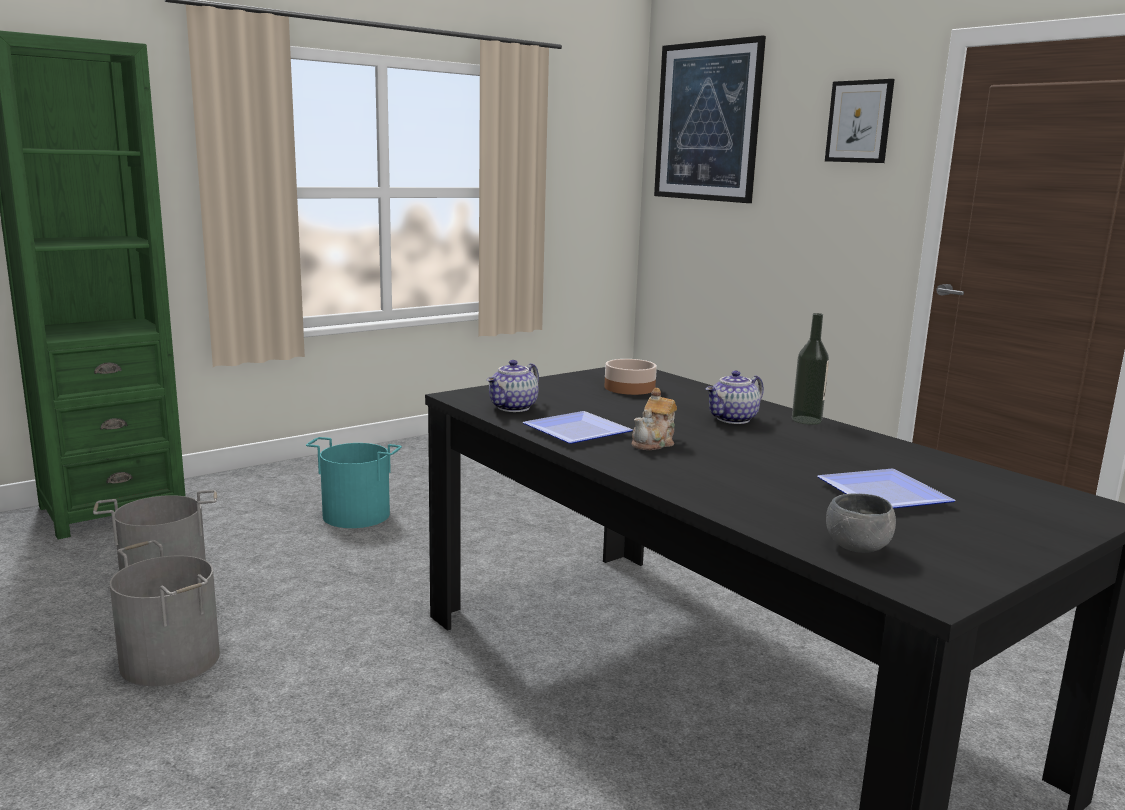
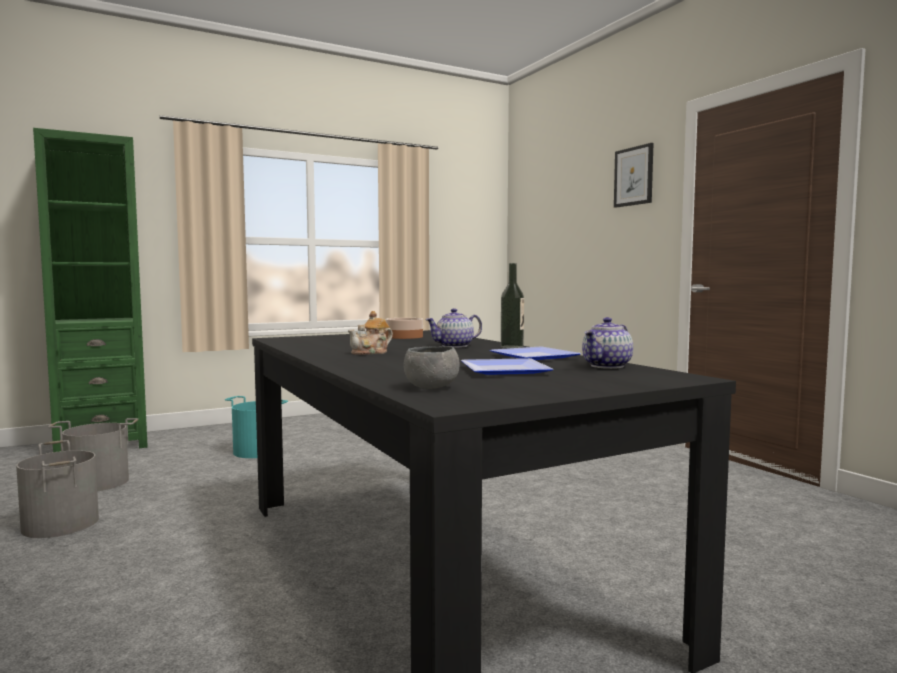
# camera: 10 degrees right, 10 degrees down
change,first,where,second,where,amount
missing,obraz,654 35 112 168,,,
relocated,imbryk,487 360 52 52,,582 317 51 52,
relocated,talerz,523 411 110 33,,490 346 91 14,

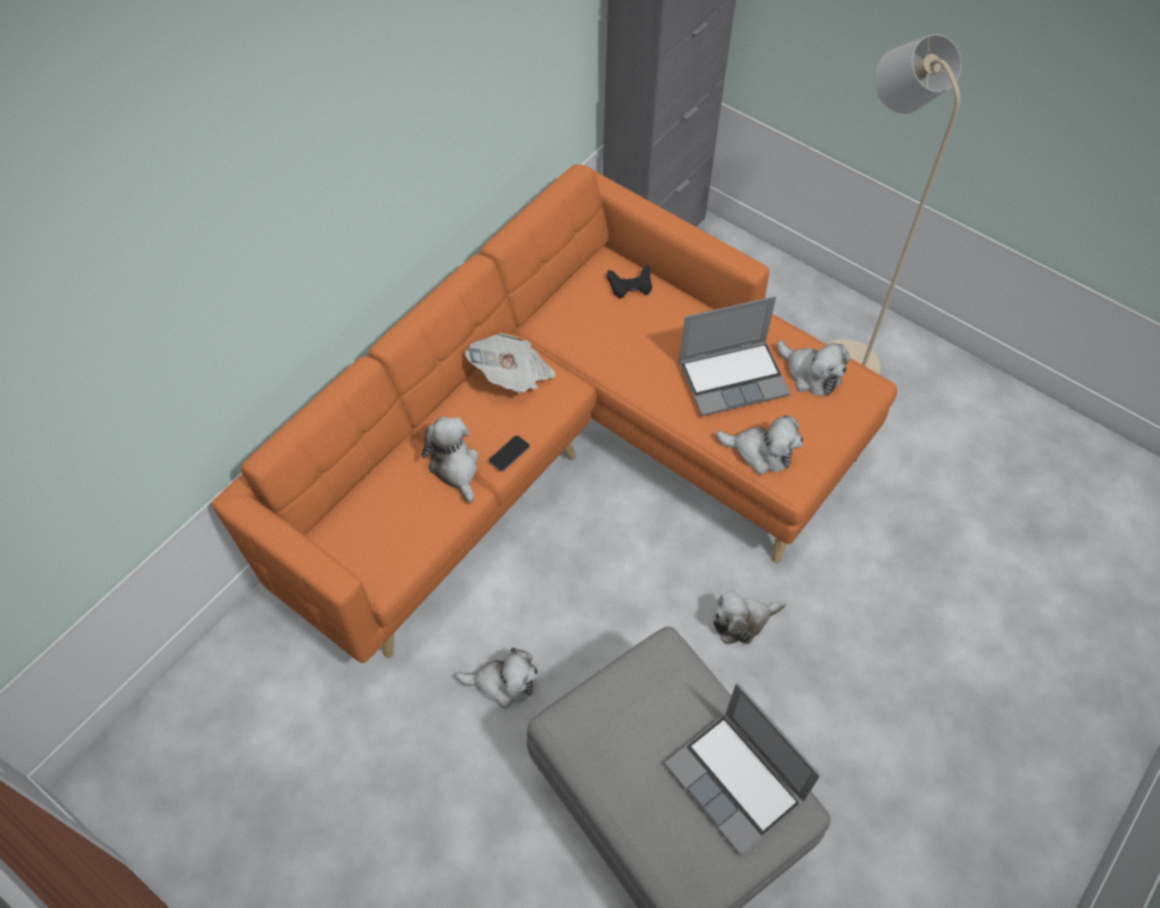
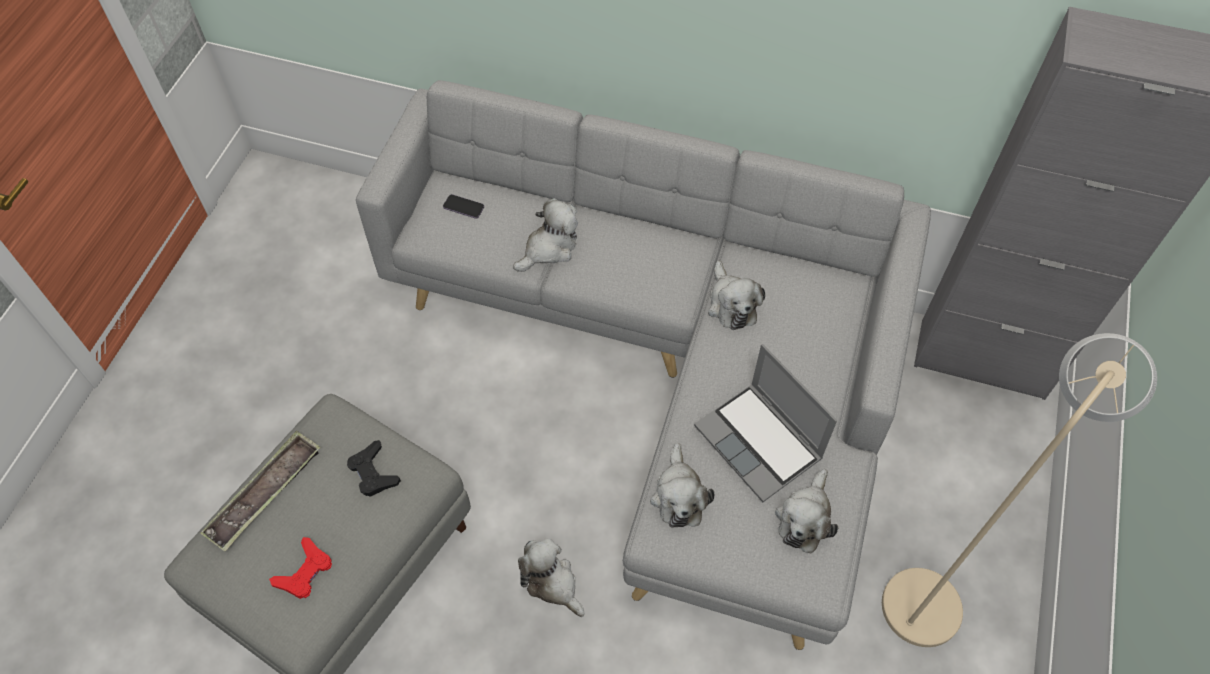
# camera: 70 degrees right, 0 degrees up
change,first,where,second,where,amount
missing,gazeta,464 333 92 60,,,
appeared,,,taca,200 431 120 121,
relocated,pluszak,455 648 83 61,,708 261 57 69,
relocated,telefon,489 435 41 36,,443 194 41 25,
relocated,pad do gier (czarny),606 265 46 34,,347 440 54 57,
exchanged,laptop,664 683 157 173,pad do gier (czerwony),269 537 63 62,
colour,kanapa (pomarańczowy),212 164 685 499,kanapa (szary),356 80 575 570,

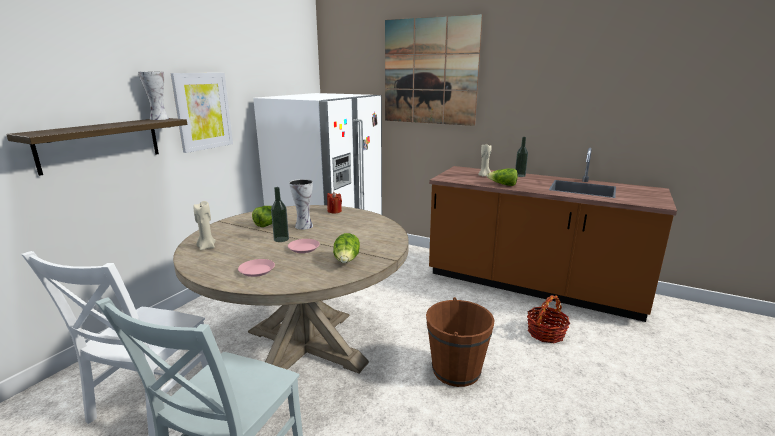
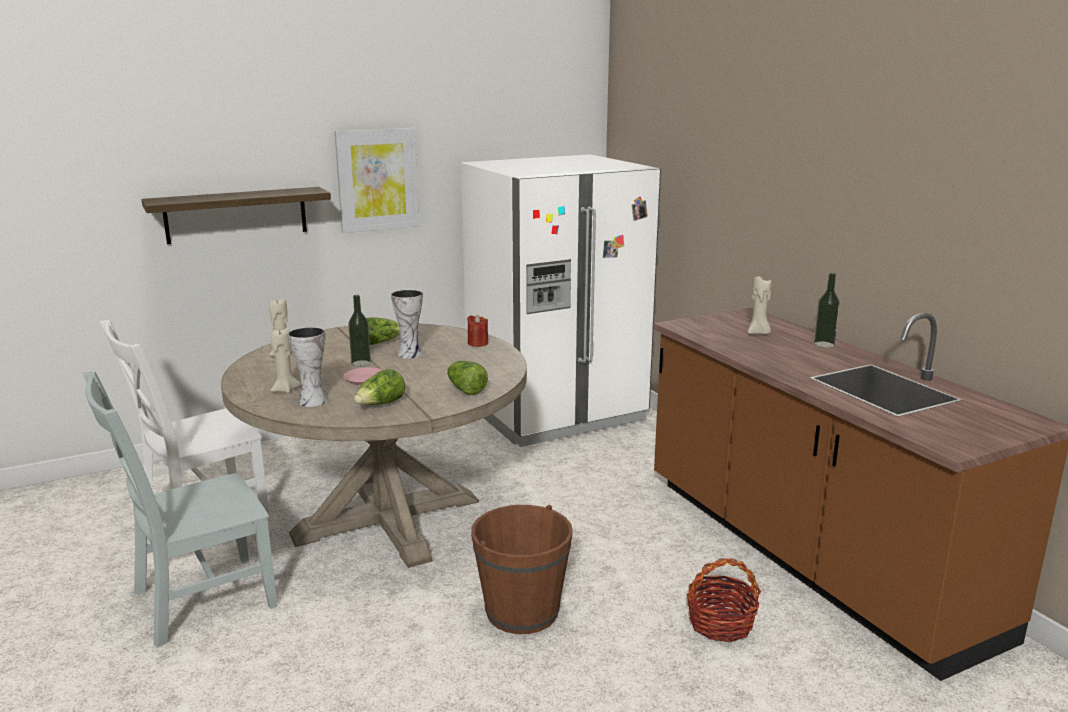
# camera: 35 degrees right, 0 degrees up
change,first,where,second,where,amount
missing,obraz,385 14 97 112,,,
relocated,wazon,138 72 31 48,,288 327 39 80,
relocated,sałata,487 168 31 18,,447 361 41 34,
exchanged,talerz (różowy),238 259 37 18,świeca (beżowy),270 328 31 65,

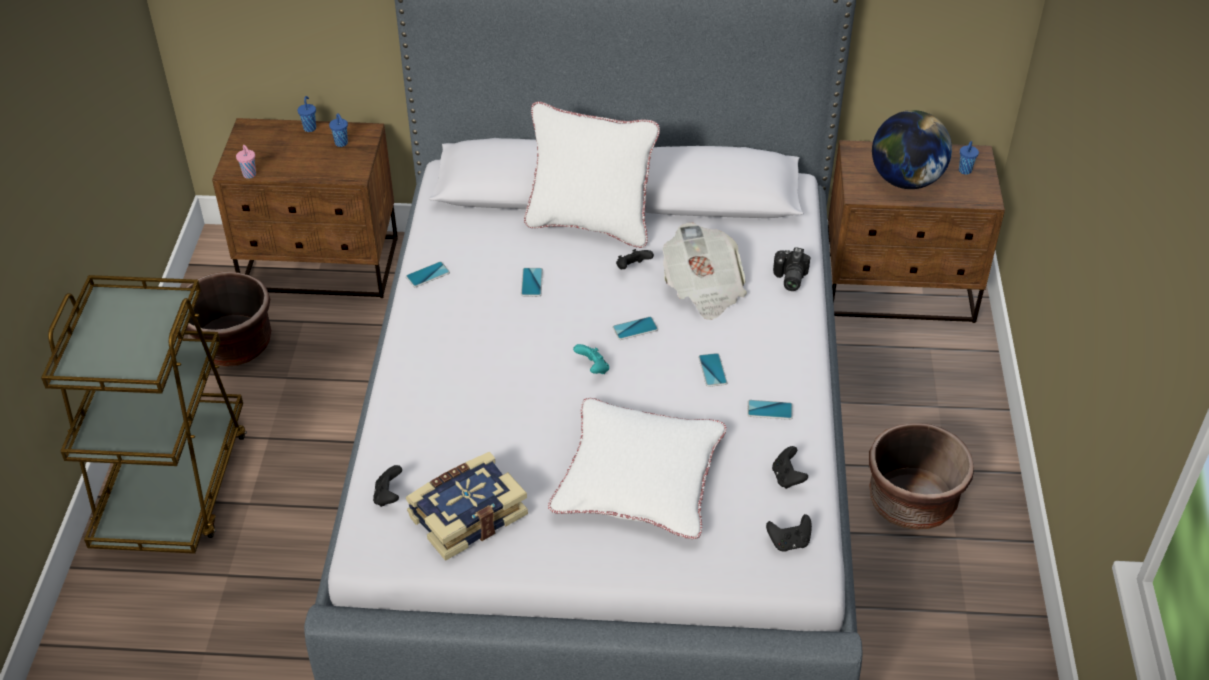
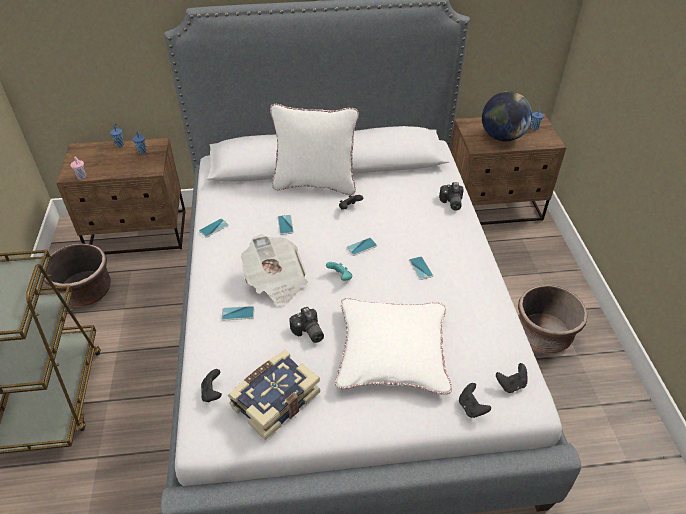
# camera: 10 degrees left, 0 degrees up
change,first,where,second,where,amount
appeared,,,aparat fotograficzny,289 307 35 36,
relocated,gazeta,662 222 85 98,,241 234 67 73,
relocated,telefon,747 400 46 20,,222 306 32 15,
relocated,pad do gier (czarny),772 446 36 43,,459 383 32 35,

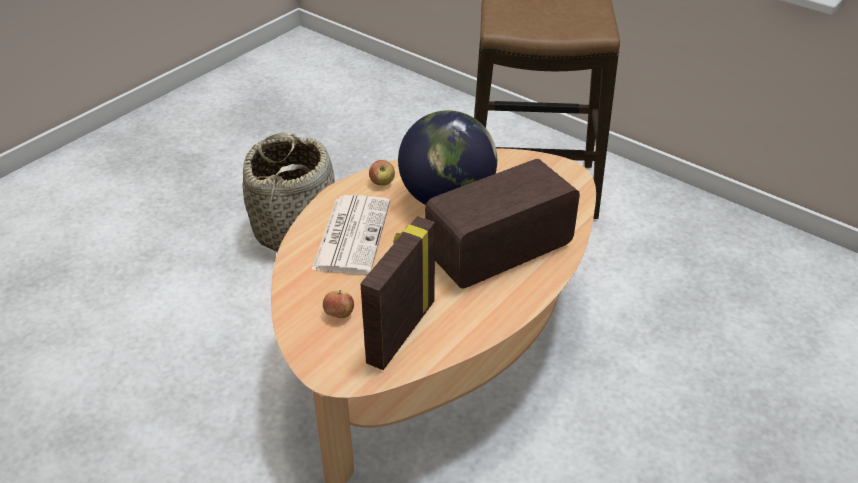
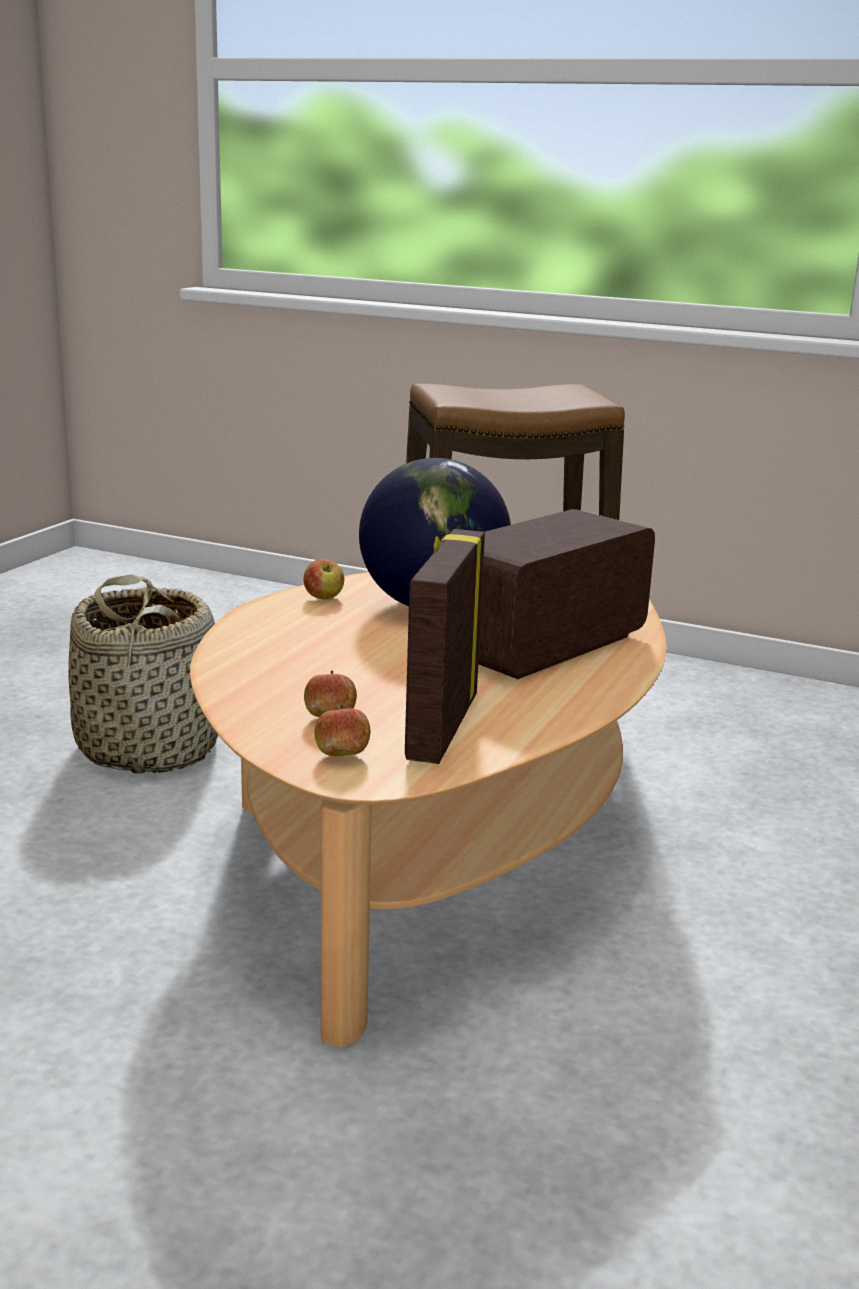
# camera: 15 degrees left, 20 degrees down
change,first,where,second,where,amount
missing,gazeta,311 195 79 79,,,
appeared,,,jabłko,315 705 56 51,

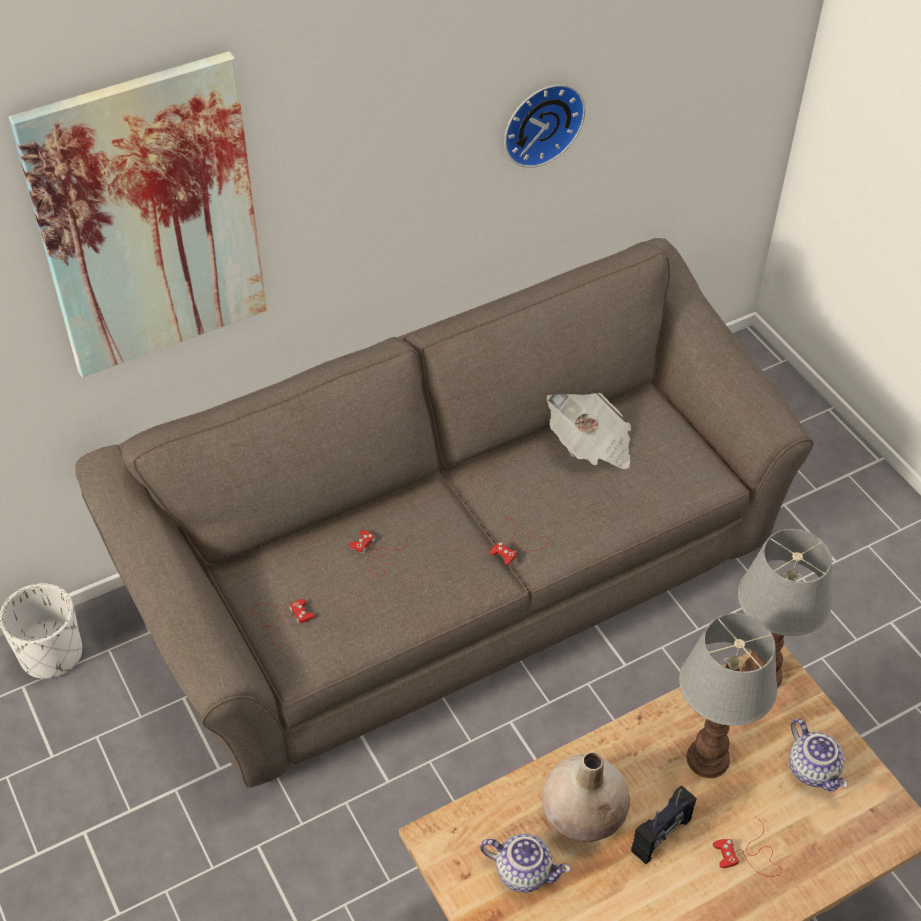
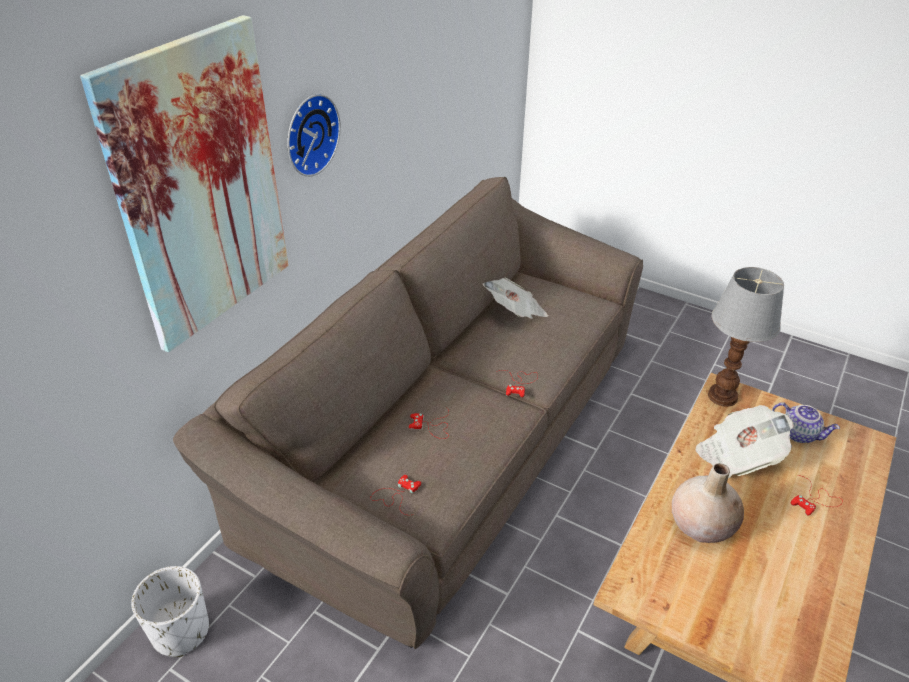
# camera: 30 degrees left, 10 degrees down
change,first,where,second,where,amount
missing,imbryk,480 834 91 59,,,
missing,radio,631 785 66 79,,,
relocated,zegar ścienny,504 84 81 84,,287 94 54 83,
exchanged,lampa stołowa,679 613 98 165,gazeta,696 405 98 73,

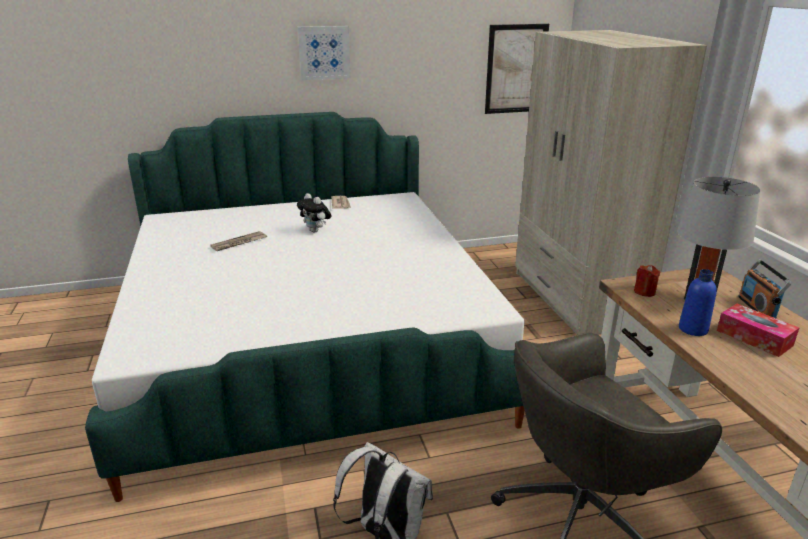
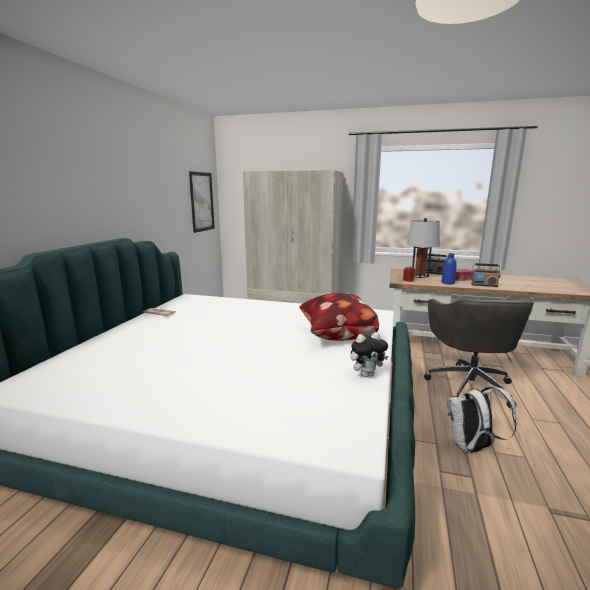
# camera: 60 degrees left, 10 degrees down
change,first,where,second,where,amount
missing,gazeta,210 231 57 20,,,
missing,obraz,298 26 53 54,,,
appeared,,,poduszka,299 293 80 48,
appeared,,,radio,471 263 30 24,
relocated,pluszak,297 193 34 40,,350 332 38 45,

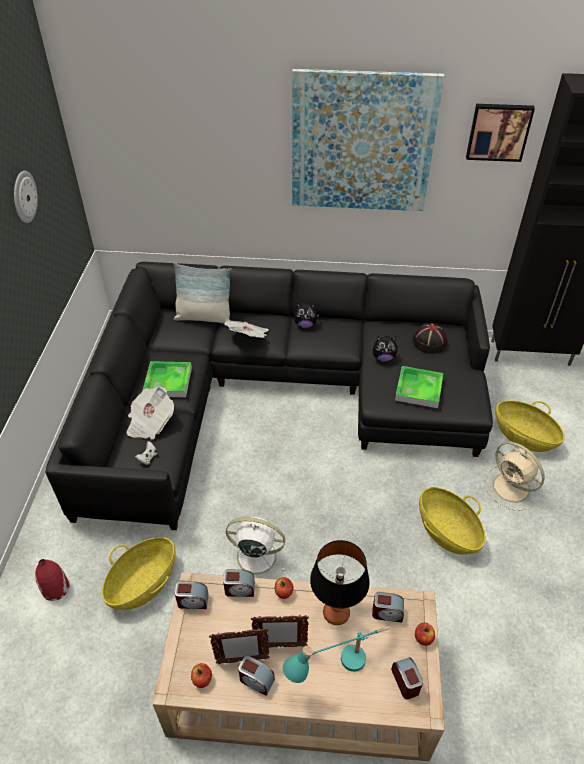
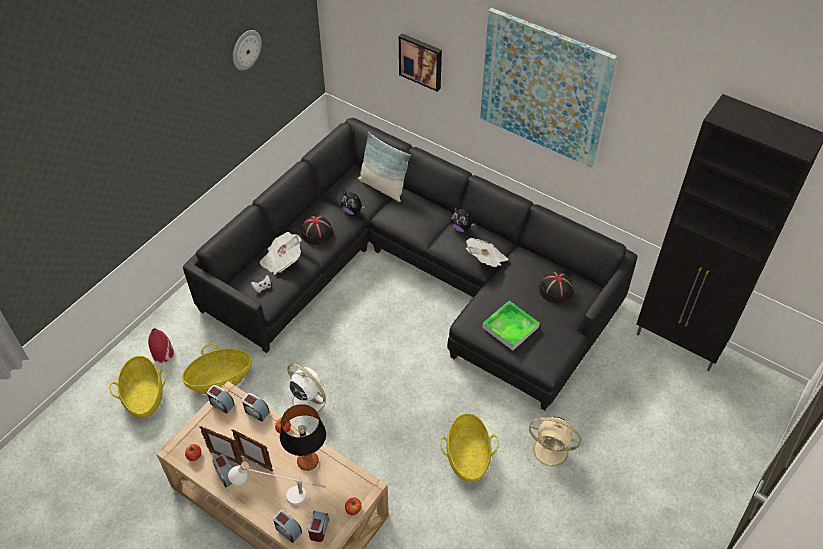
# camera: 30 degrees right, 5 degrees up
change,first,where,second,where,amount
relocated,gazeta,224 321 45 17,,466 238 42 30,
relocated,pluszak,372 336 26 26,,341 190 24 25,
relocated,budzik,372 592 32 31,,273 510 29 33,
relocated,obraz,466 104 69 58,,399 34 43 58,
relocated,koszyk,495 400 70 52,,109 356 57 61,
exchanged,taca,143 361 49 37,kapelusz (czarny),301 215 32 30,
colour,lampa stołowa (turkusowy),283 626 107 57,lampa stołowa (biały),228 462 98 44,
spun,wentylator (beżowy),484 442 61 69,,525 416 56 58,60 degrees counterclockwise

